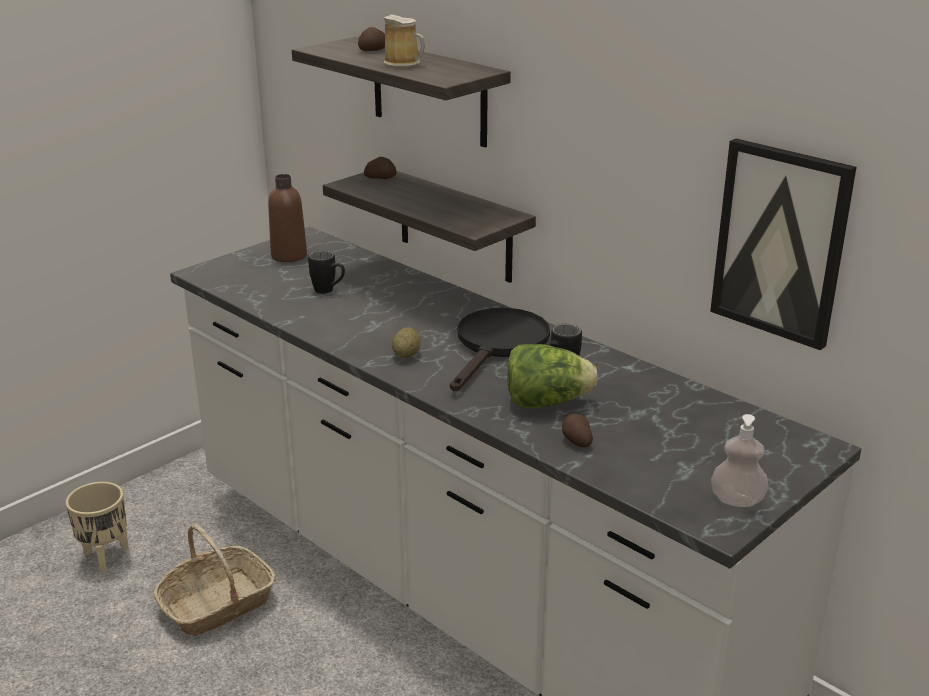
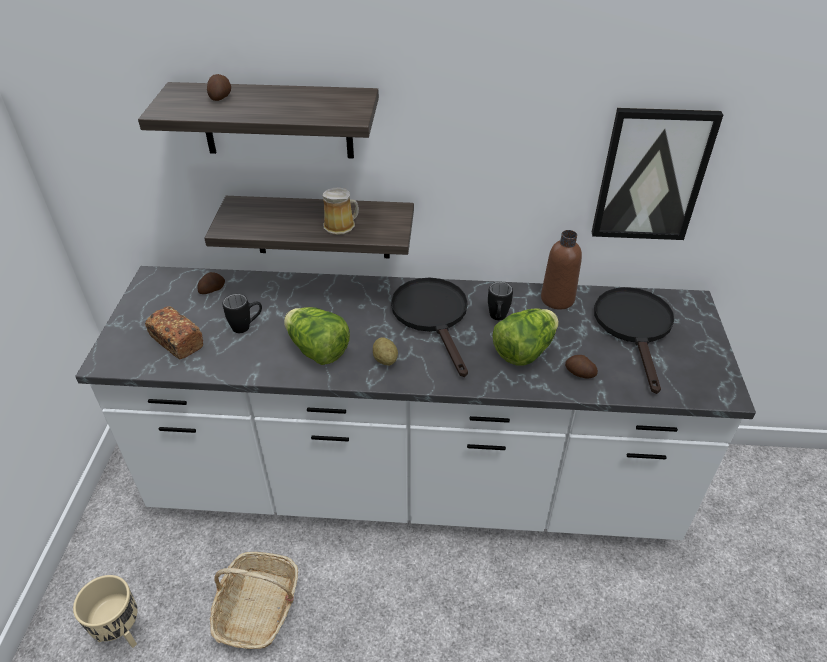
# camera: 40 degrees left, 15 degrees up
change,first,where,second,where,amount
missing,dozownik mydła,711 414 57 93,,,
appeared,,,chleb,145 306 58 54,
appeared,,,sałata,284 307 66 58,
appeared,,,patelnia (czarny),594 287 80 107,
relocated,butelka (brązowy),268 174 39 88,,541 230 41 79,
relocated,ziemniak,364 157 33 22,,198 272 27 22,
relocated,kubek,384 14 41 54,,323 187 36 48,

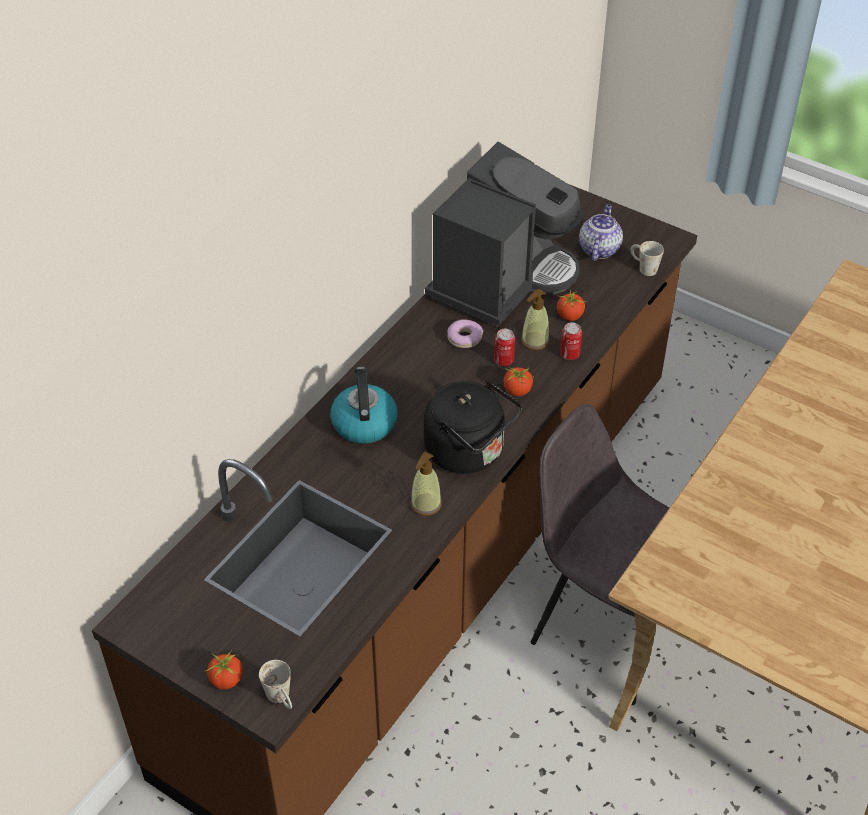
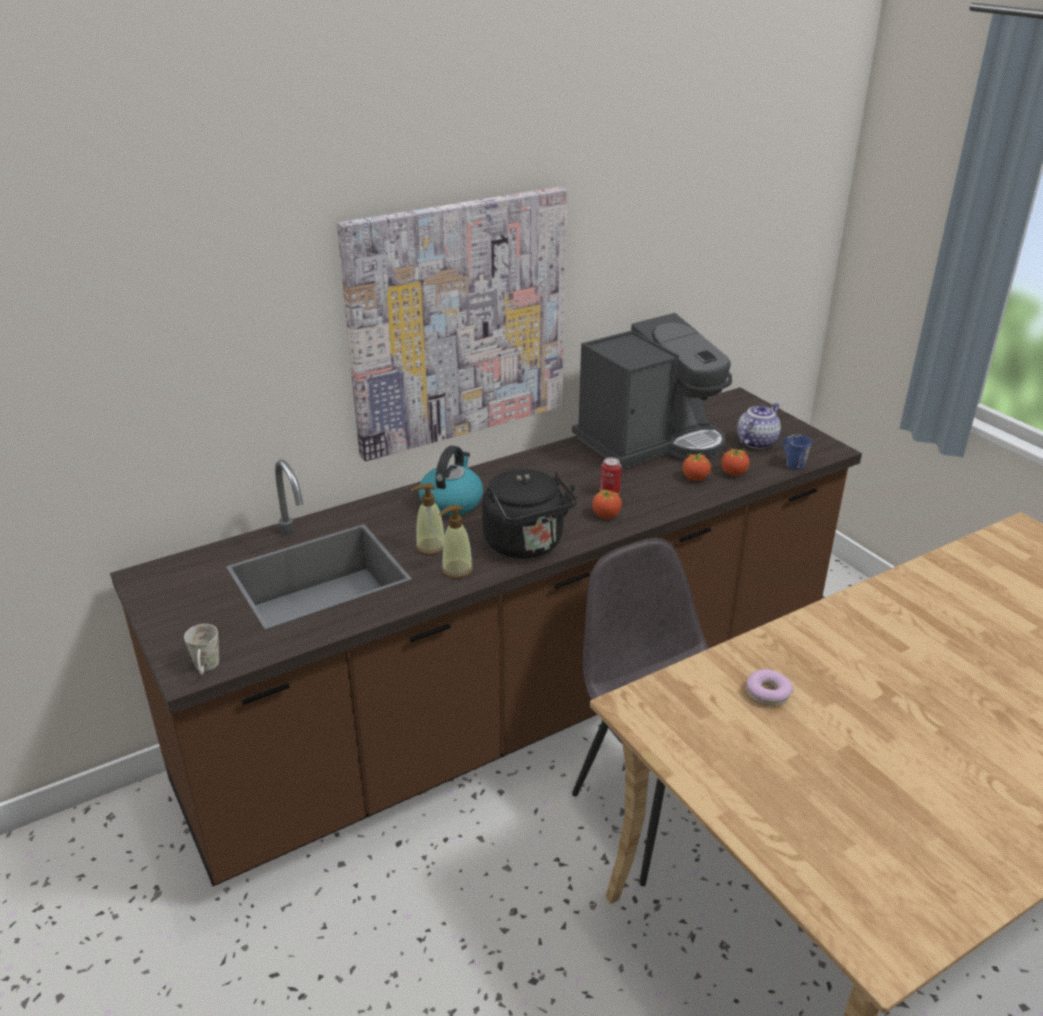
# camera: 25 degrees right, 15 degrees down
change,first,where,second,where,amount
missing,puszka,560 322 22 38,,,
appeared,,,obraz,337 187 230 274,
relocated,pomidor,206 649 37 41,,721 447 28 29,
relocated,donut,447 319 36 29,,746 669 47 37,
relocated,dozownik mydła,521 289 28 61,,411 483 34 72,
colour,kubek (biały),630 241 34 35,kubek (niebieski),783 435 29 35,

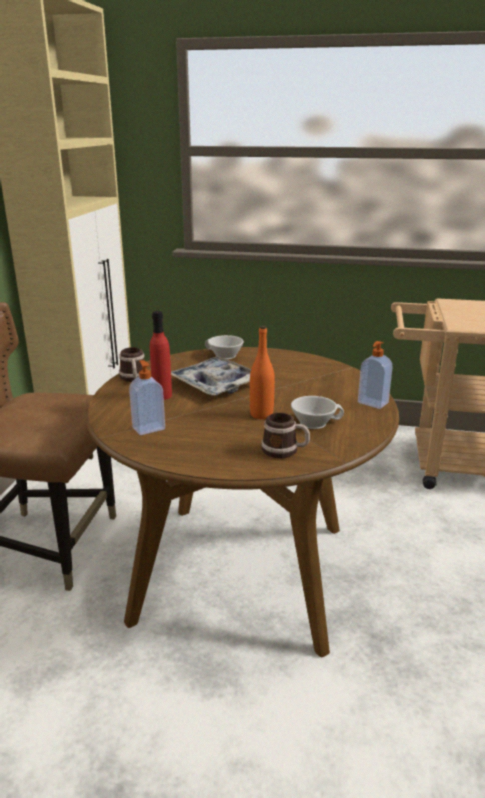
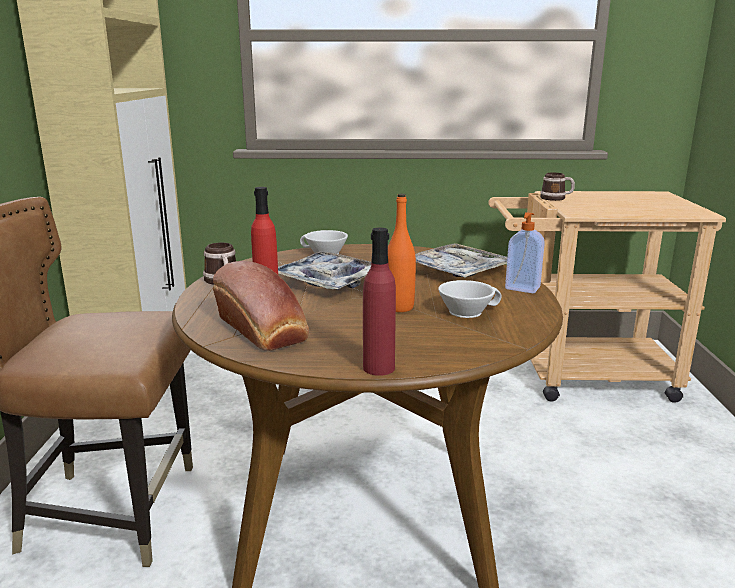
# camera: 10 degrees left, 5 degrees down
change,first,where,second,where,amount
appeared,,,butelka (czerwony),363 228 33 148,
appeared,,,taca,415 243 92 35,
relocated,kubek,261 413 49 45,,540 172 35 29,
exchanged,dozownik mydła,129 360 36 75,chleb,213 261 96 90,

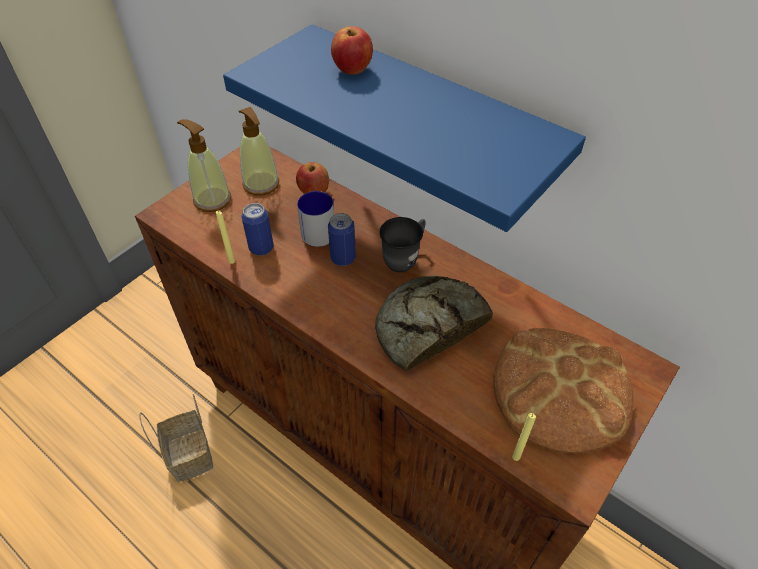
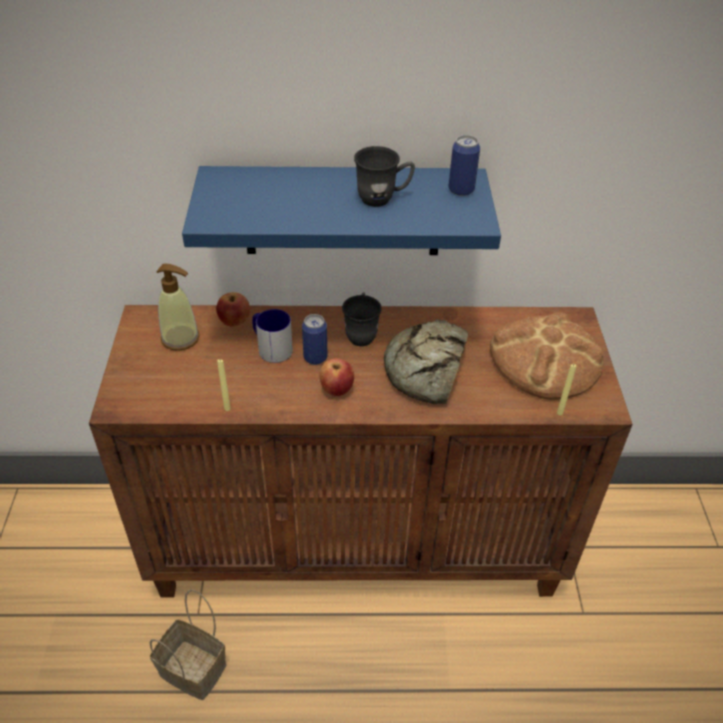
# camera: 40 degrees left, 5 degrees down
change,first,where,second,where,amount
missing,dozownik mydła,177 119 54 93,,,
appeared,,,kubek (szary),354 146 61 61,
relocated,puszka,241 203 33 53,,448 135 32 61,
relocated,jabłko,331 26 42 49,,319 358 35 38,

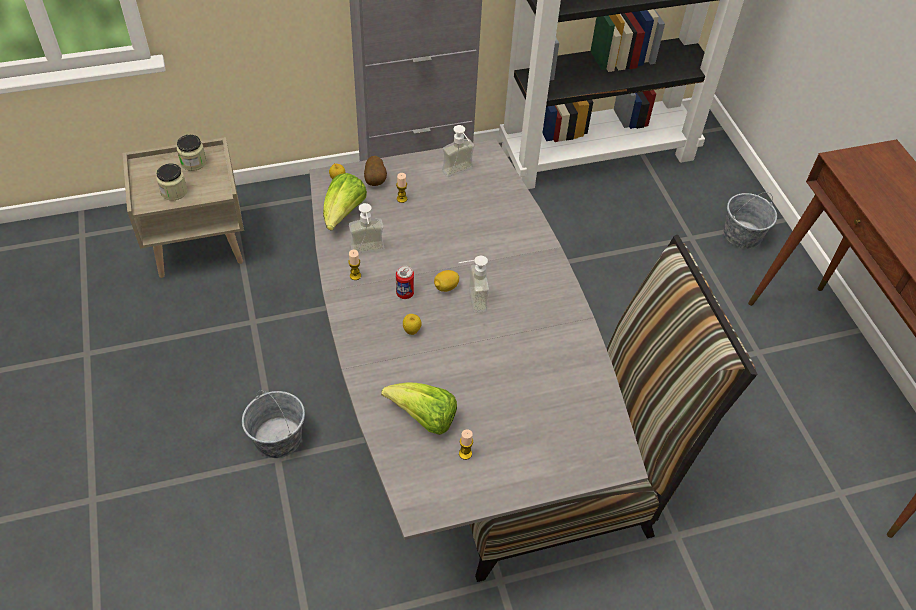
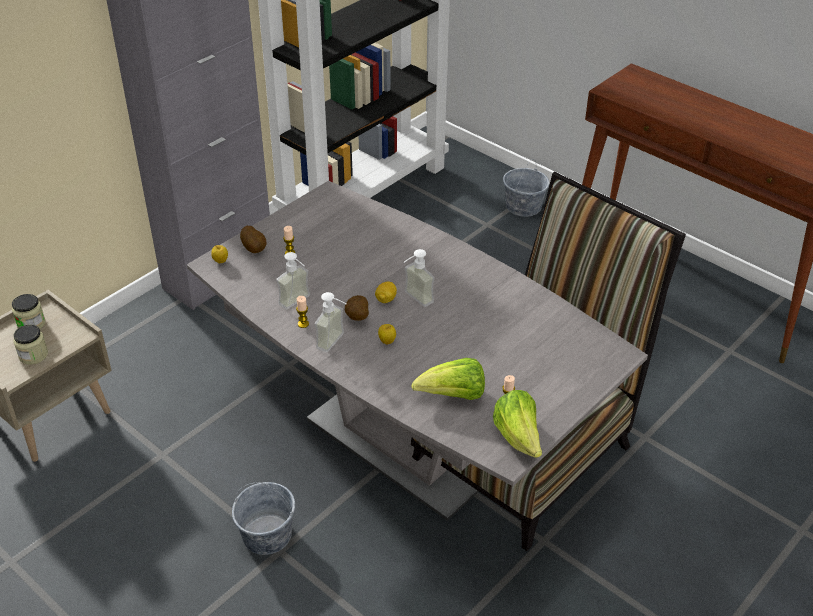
# camera: 30 degrees left, 10 degrees down
change,first,where,second,where,amount
relocated,sałata,323 173 44 58,,493 390 49 68,
relocated,dozownik mydła,442 125 32 52,,315 292 32 60,
exchanged,puszka,396 266 18 33,ziemniak,345 295 24 26,

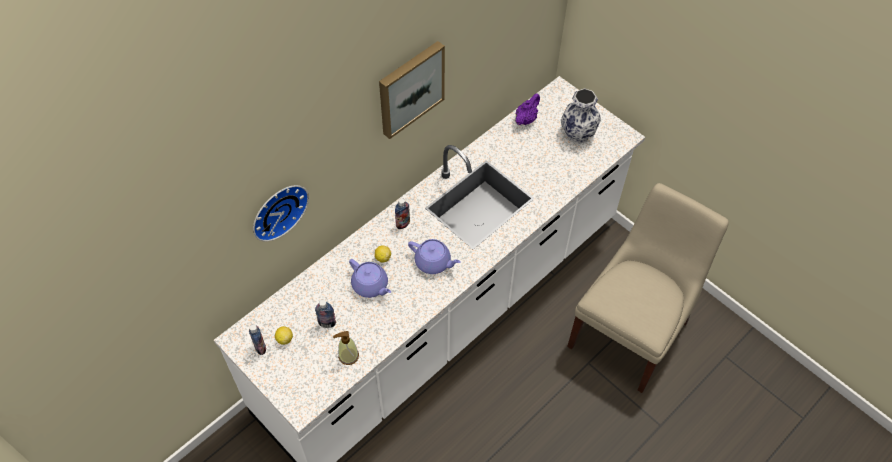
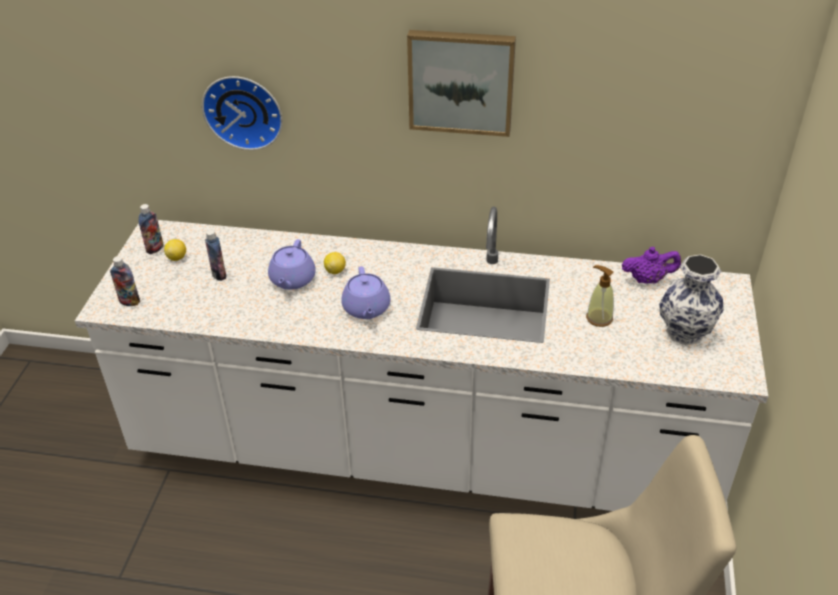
# camera: 55 degrees right, 15 degrees down
change,first,where,second,where,amount
relocated,dozownik mydła,333 331 26 34,,586 265 28 62,
relocated,butelka,395 198 15 31,,110 256 30 50,

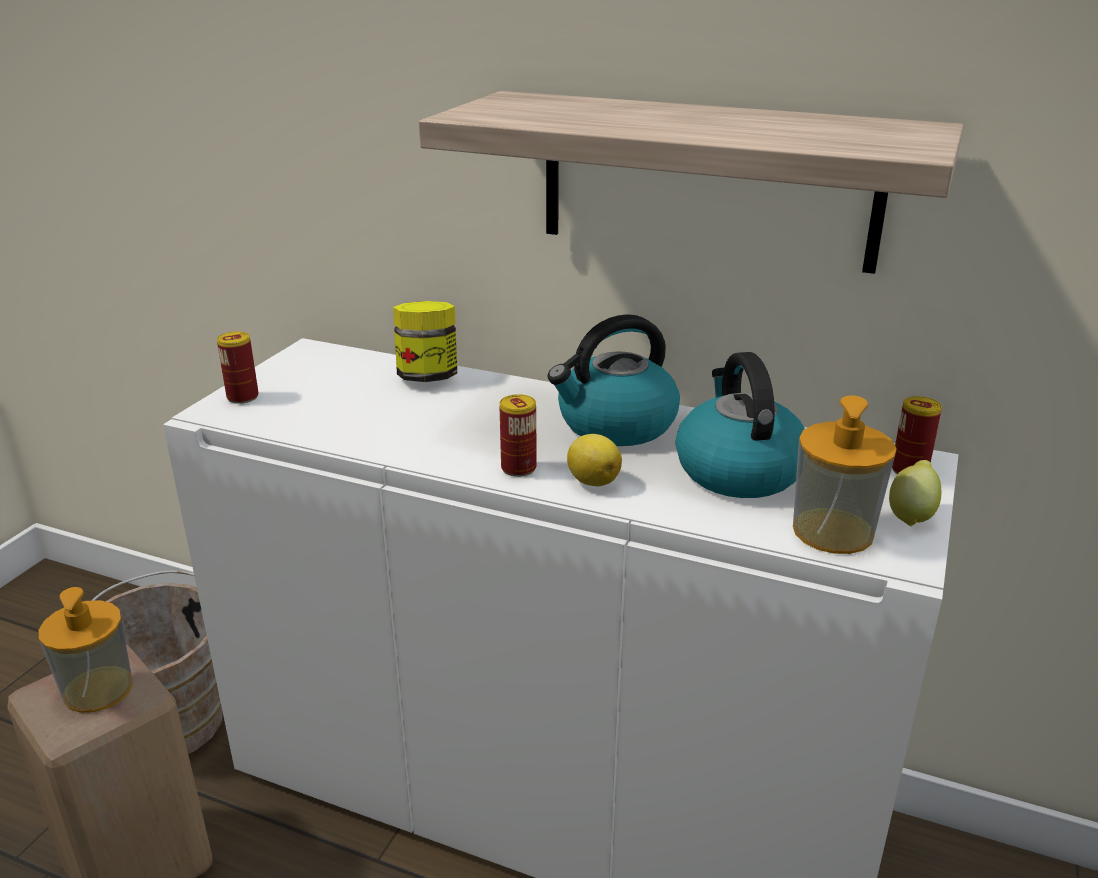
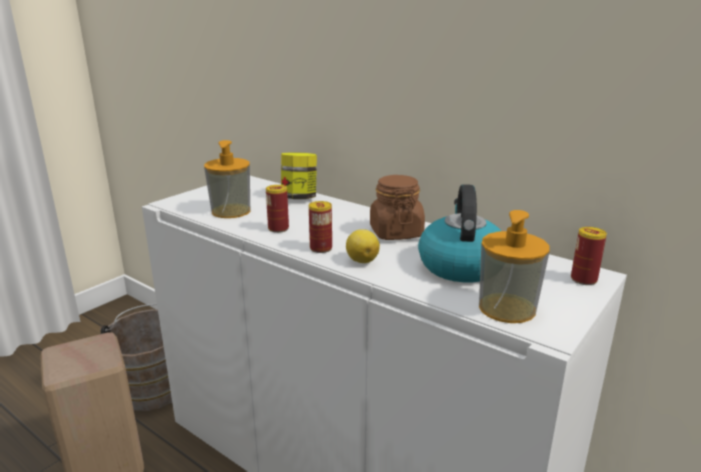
# camera: 15 degrees right, 5 degrees down
change,first,where,second,where,amount
missing,półka,419 91 545 183,,,
missing,cytryna,889 460 52 66,,,
relocated,dozownik mydła,38 587 95 126,,204 140 46 78,
relocated,puszka,217 331 42 73,,266 185 23 48,
exchanged,czajnik,548 314 132 132,słoik (brązowy),370 175 55 65,

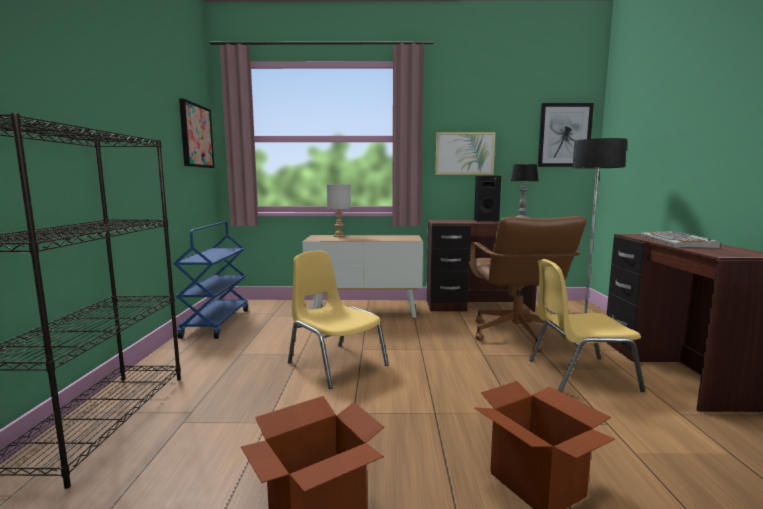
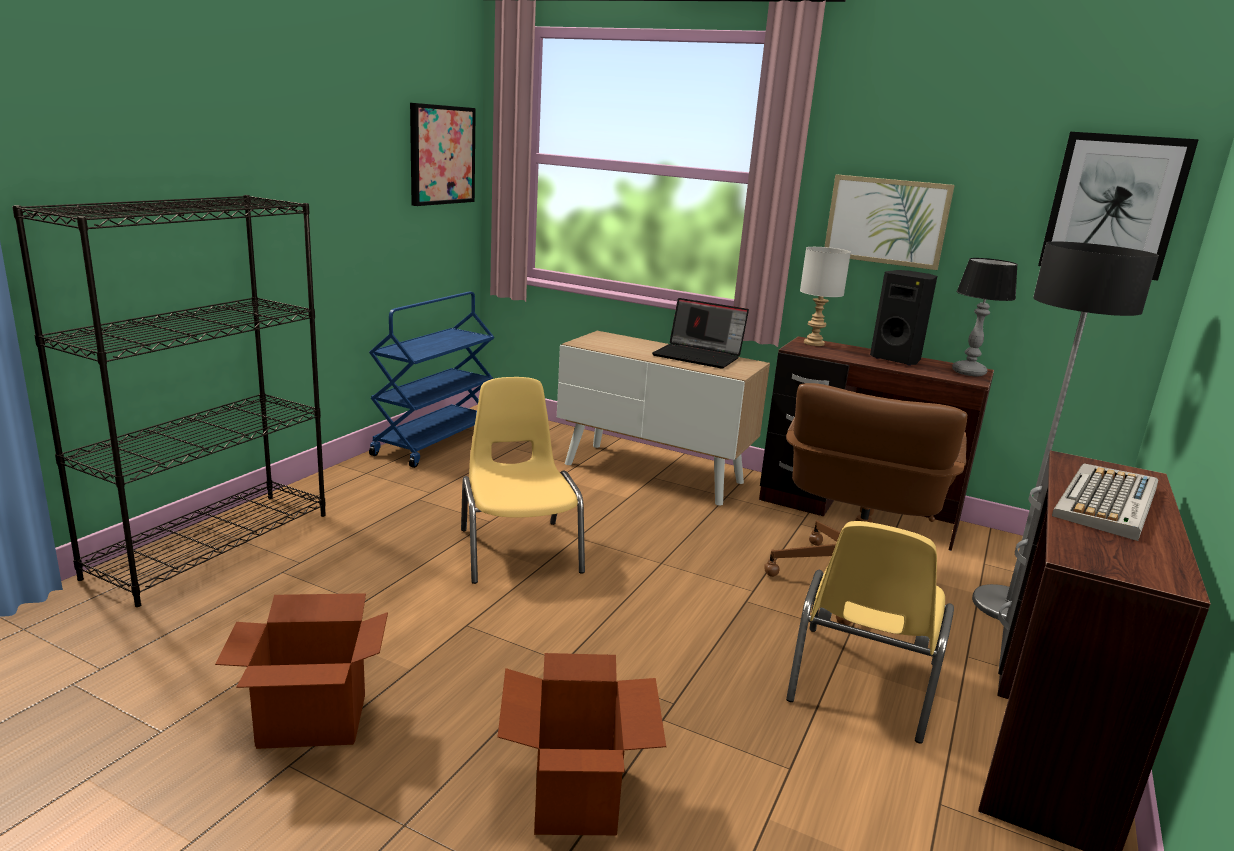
# camera: 25 degrees right, 10 degrees up
change,first,where,second,where,amount
appeared,,,laptop,652 298 97 71,
relocated,lampa stołowa (szary),327 184 24 53,,800 247 51 99,
spun,krzesło (żółty),529 259 116 133,,786 521 168 223,90 degrees counterclockwise

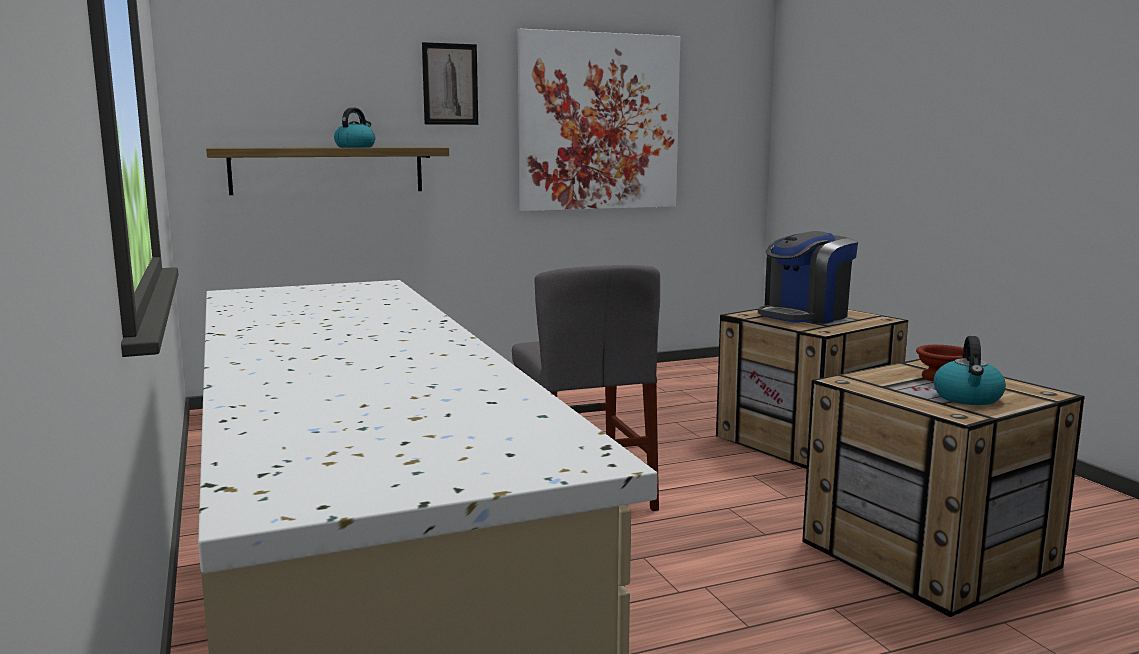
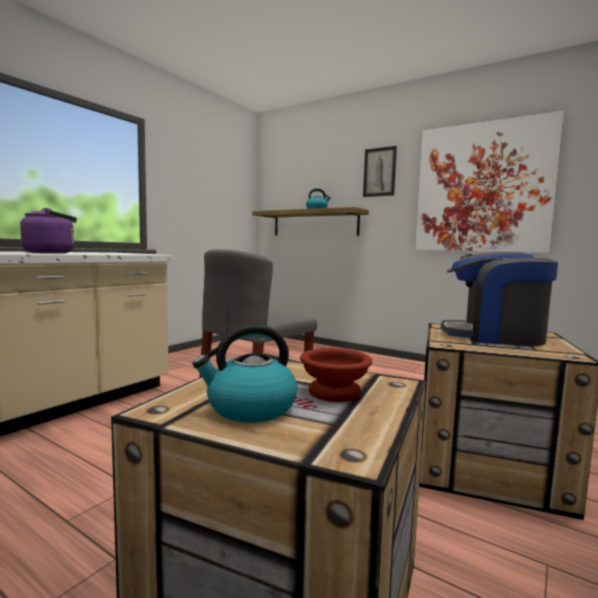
# camera: 55 degrees right, 5 degrees down
change,first,where,second,where,amount
appeared,,,czajnik (fioletowy),20 208 57 45,

